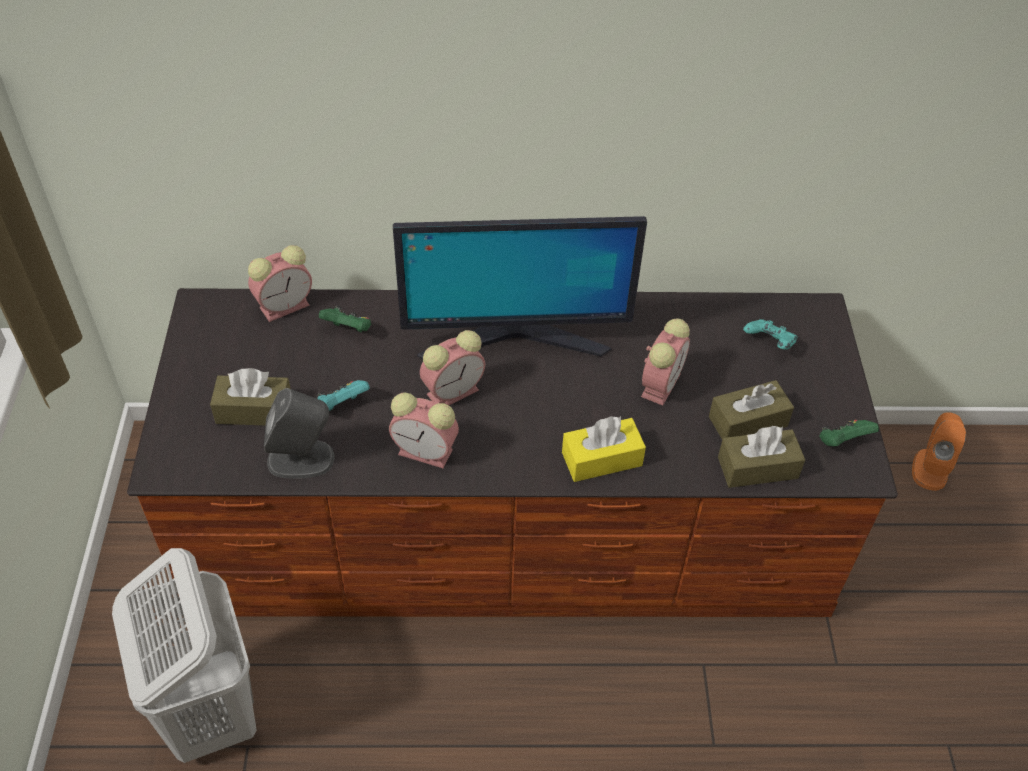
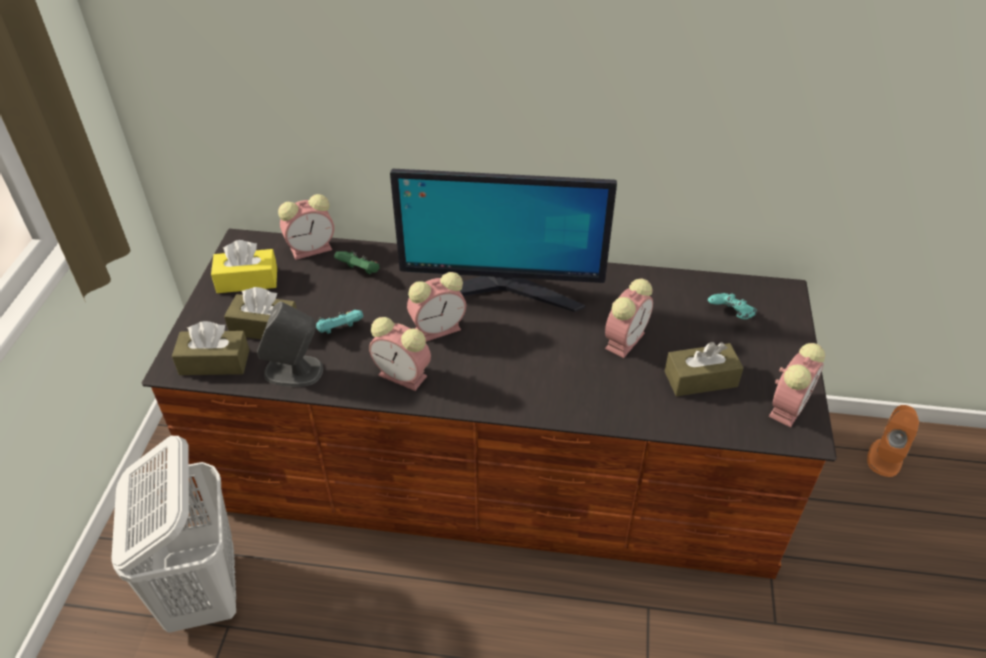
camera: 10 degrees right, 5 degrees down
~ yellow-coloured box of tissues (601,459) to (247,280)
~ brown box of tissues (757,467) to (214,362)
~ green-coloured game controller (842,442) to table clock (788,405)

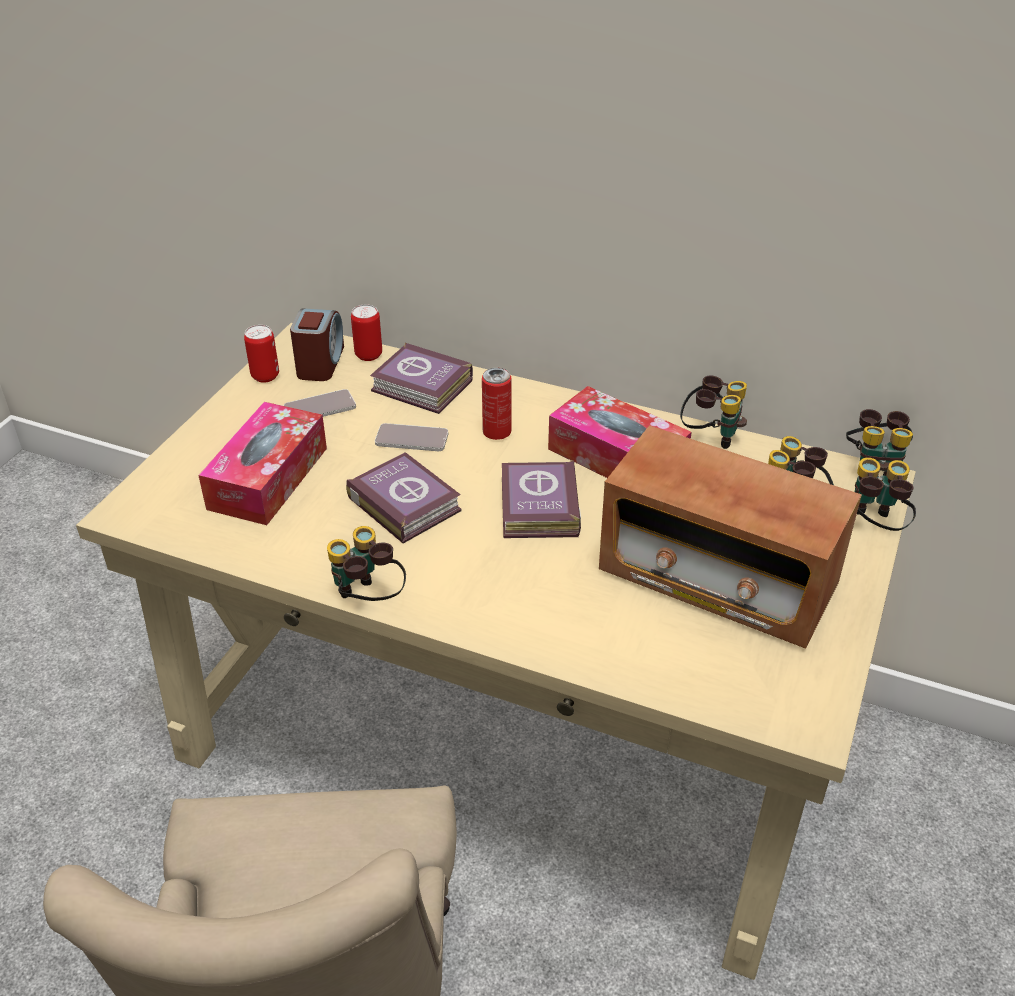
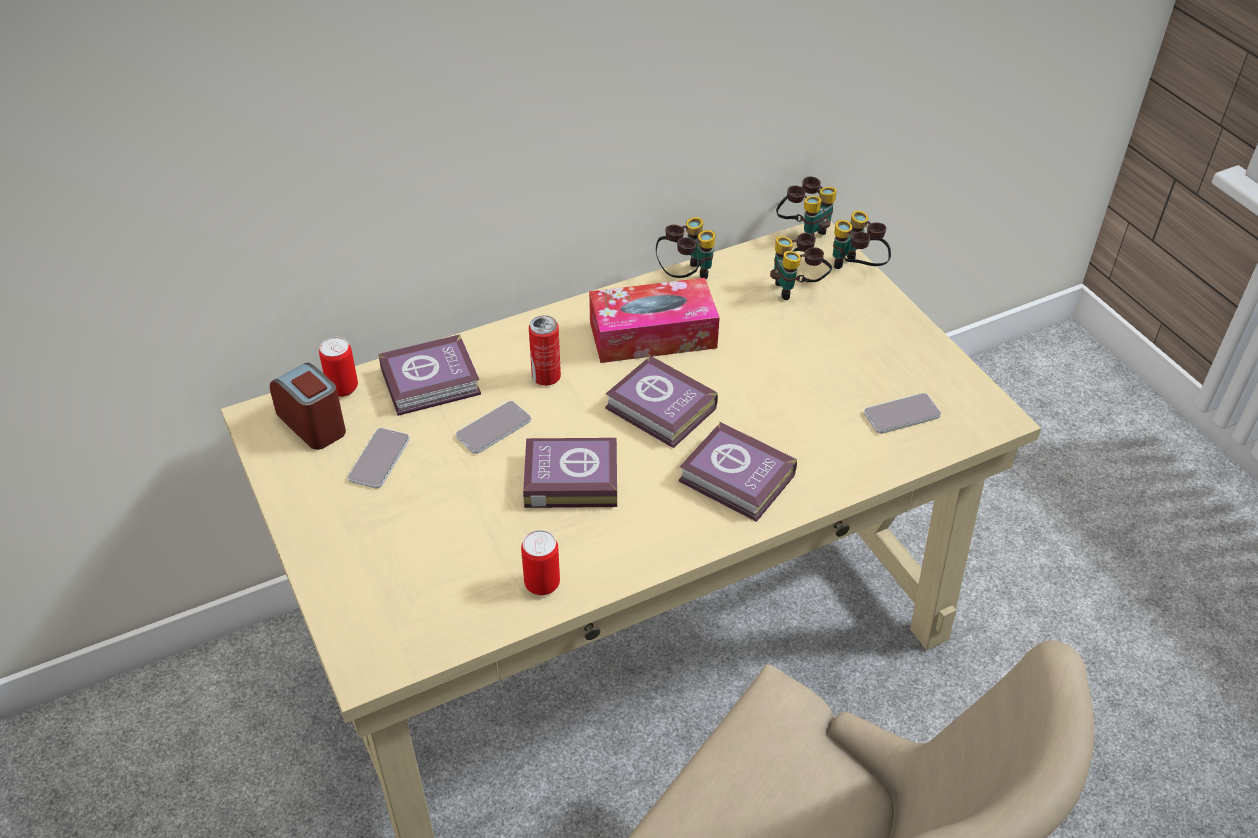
camera: 50 degrees left, 5 degrees up
- box of tissues (268,478)
~ sealed can (265,376) to (542,584)
- field glasses (367,600)
- radio set (716,580)
+ bound book (738,480)
+ telephone (901,414)

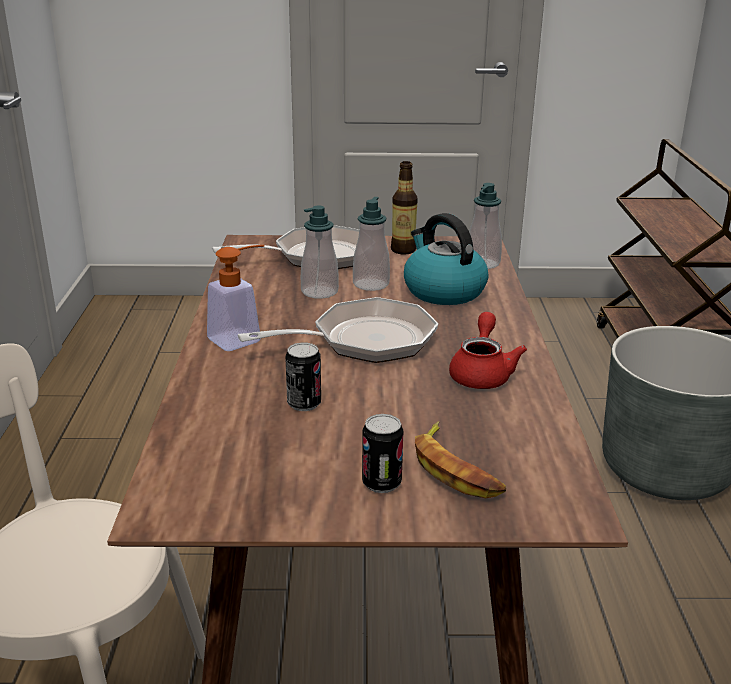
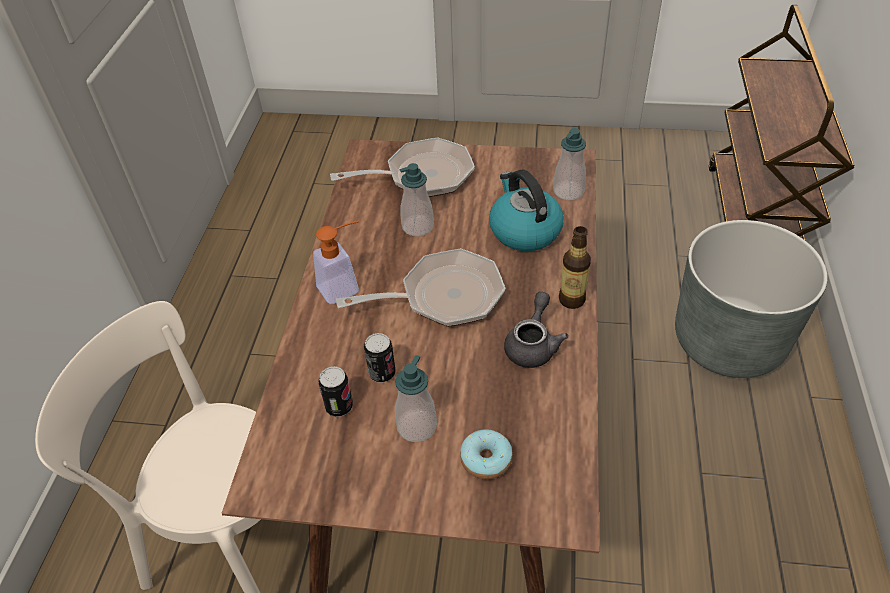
camera: 10 degrees right, 20 degrees up
~ soap dispenser (371,284) to (416,426)
~ sealed can (381,483) to (339,407)
~ beverage bottle (403,250) to (572,300)
~ banana (456,469) to donut (486,459)
~ reddish pot for tea (482,373) to gray pot for tea (533,344)

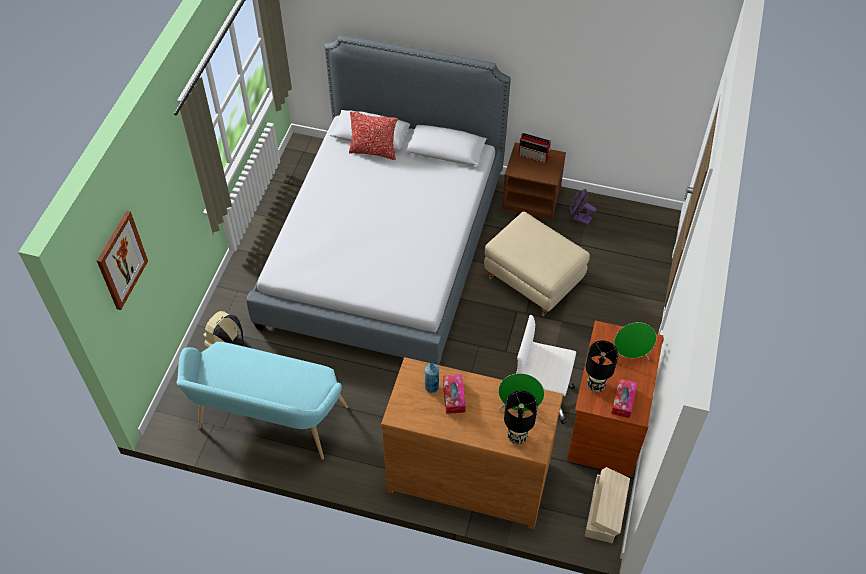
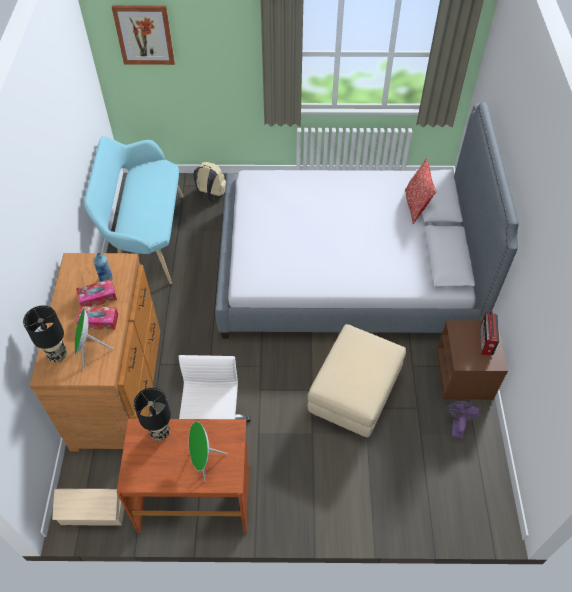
camera: 75 degrees right, 0 degrees up
~ box of tissues (623,401) to (99,321)

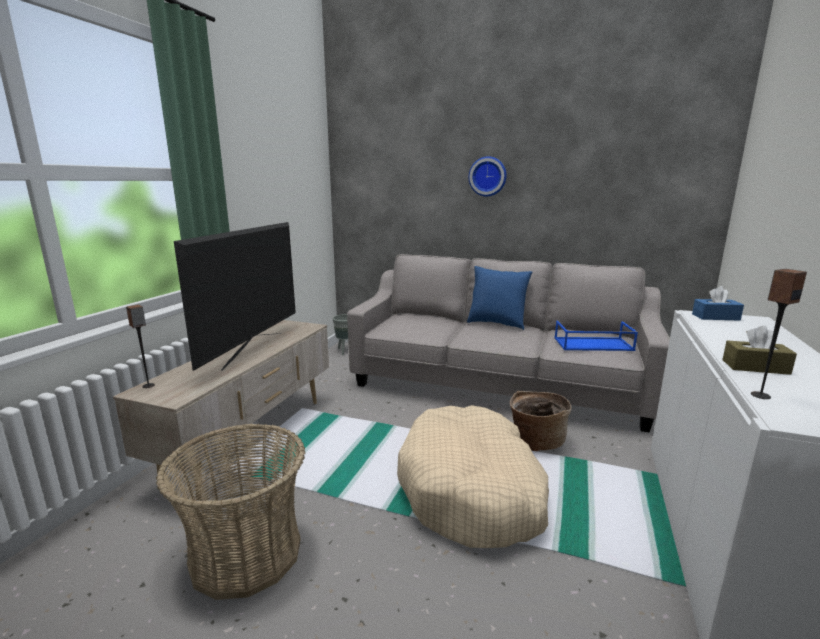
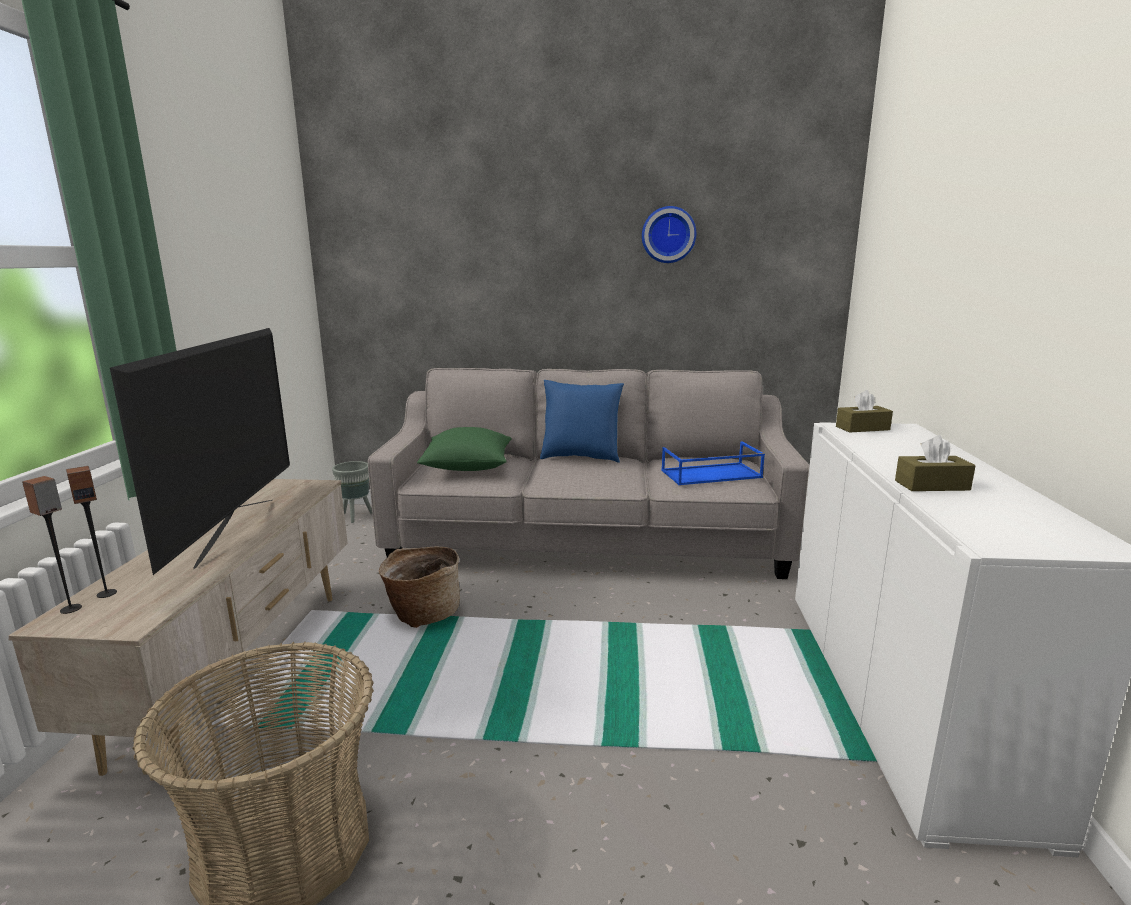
camera: 15 degrees left, 0 degrees up
- beige pet bed (472,490)
~ hanging clock (487,176) to (668,235)
~ storage basket (536,441) to (423,614)
~ blue box of tissues (715,317) to brown box of tissues (862,428)
~ loudspeaker (760,395) to (107,593)
+ green-coloured pillow (467,467)

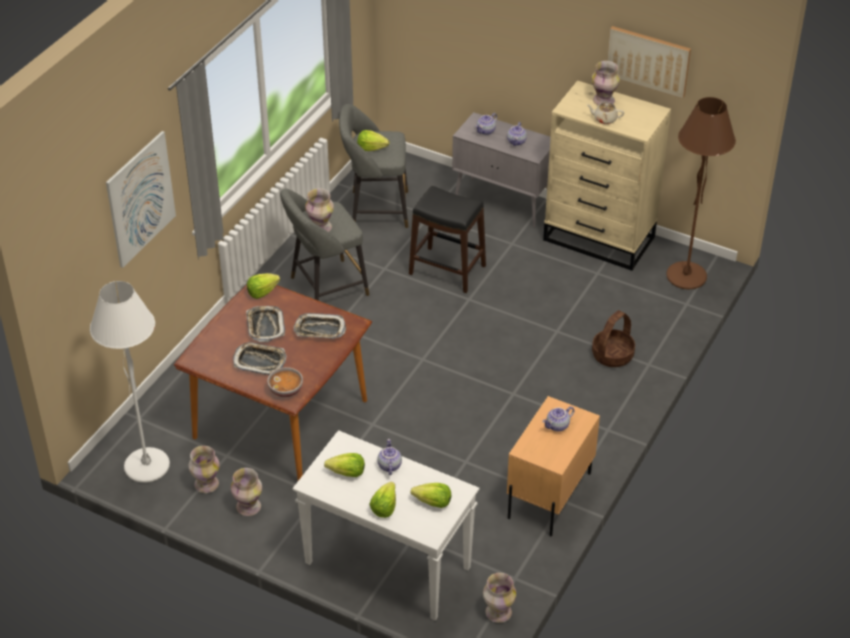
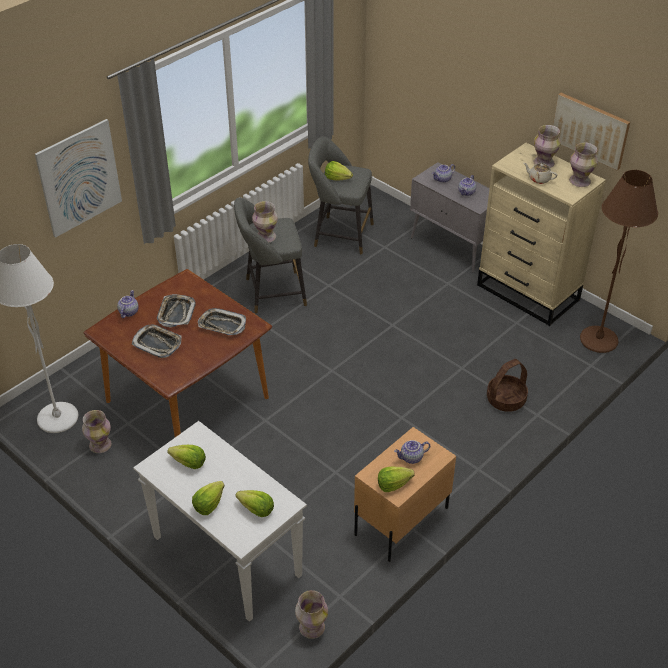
camera: 15 degrees right, 0 degrees up
~ flower vase (249,507) to (580,181)
~ lettuce head (262,292) to (393,484)
- bowl (286,390)
~ pot for tea (389,465) to (128,312)
- blackish stool (447,269)

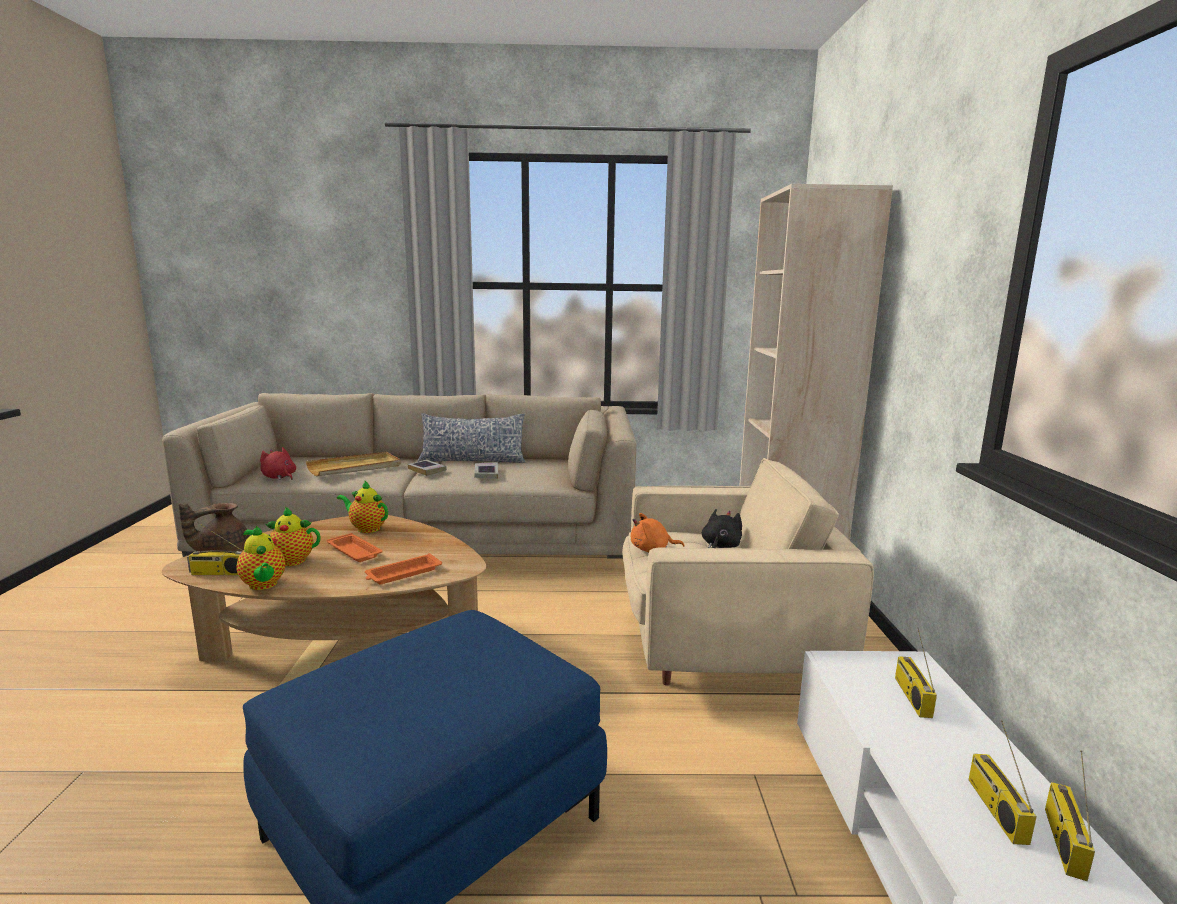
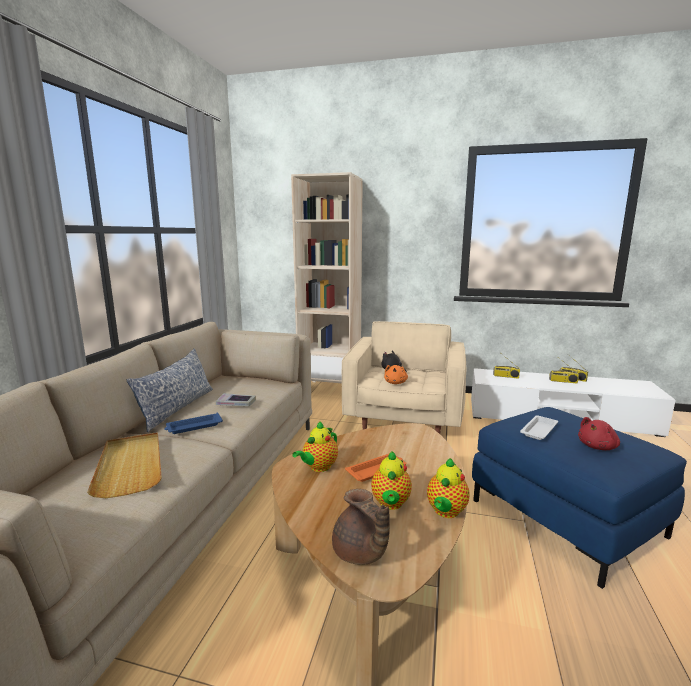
camera: 75 degrees left, 0 degrees up
- radio set (218,573)
~ pot for tea (264,585) = (445,512) 135 degrees clockwise
~ reddish soft toy (279,477) to (598,447)
- orange carrying tray (402,574)
~ bound book (427,470) to blue carrying tray (193,427)
+ white carrying tray (539,430)

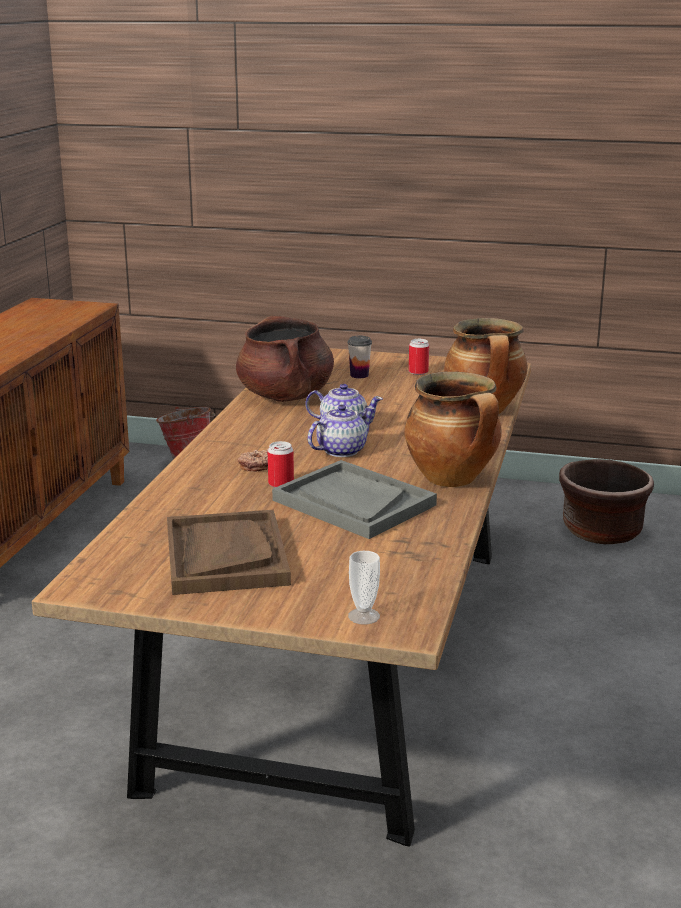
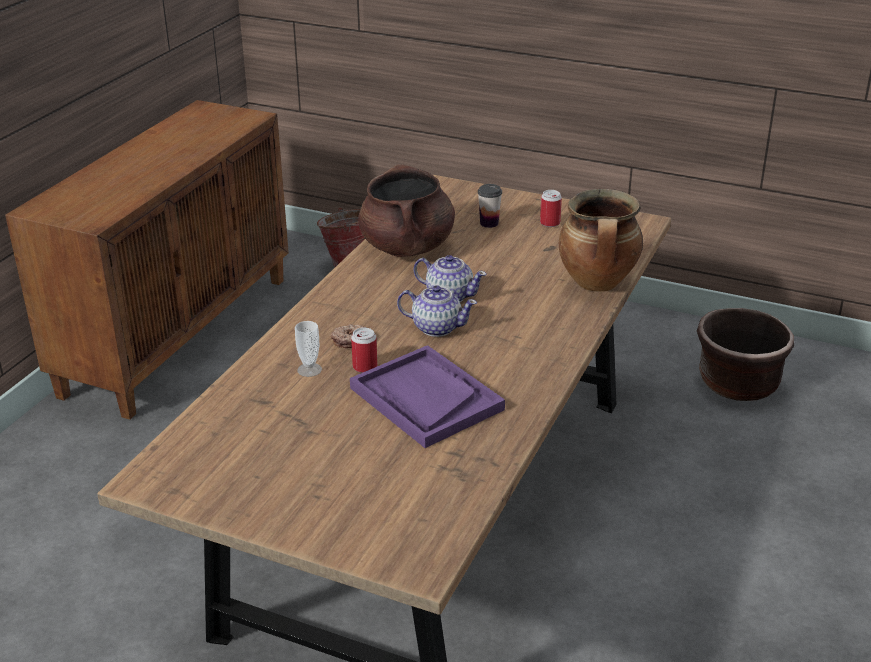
camera: 10 degrees right, 10 degrees up
- brown carrying tray (225,555)
~ gray carrying tray (353,503) to purple carrying tray (425,399)
~ pot for tea (340,451) = (436,327) 45 degrees clockwise
~ small cup (364,616) to (309,370)
- saucepot (453,479)

